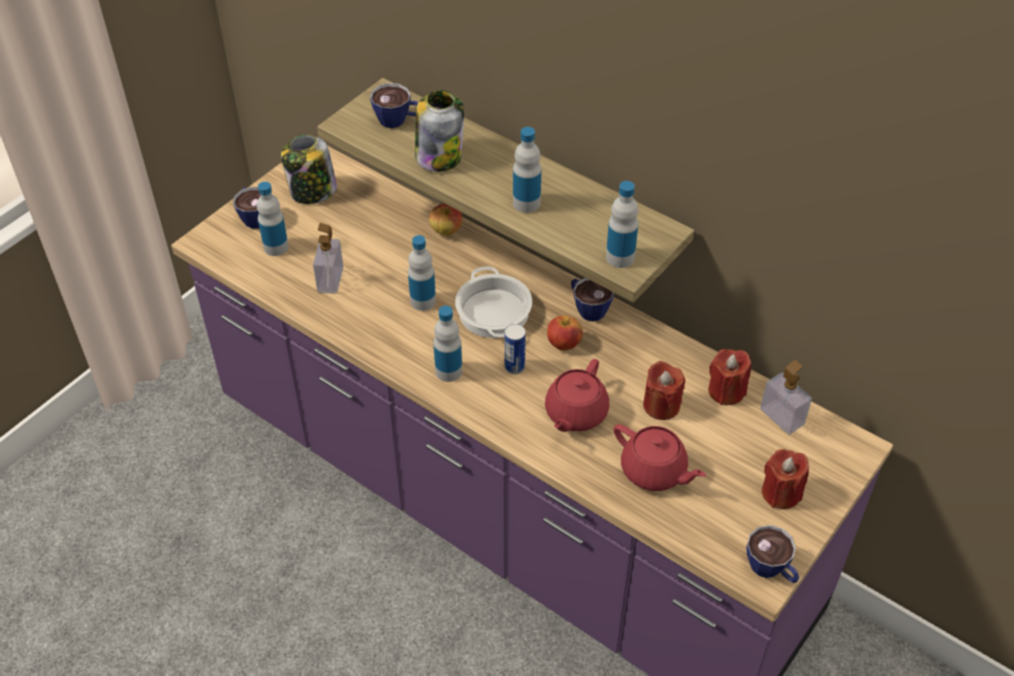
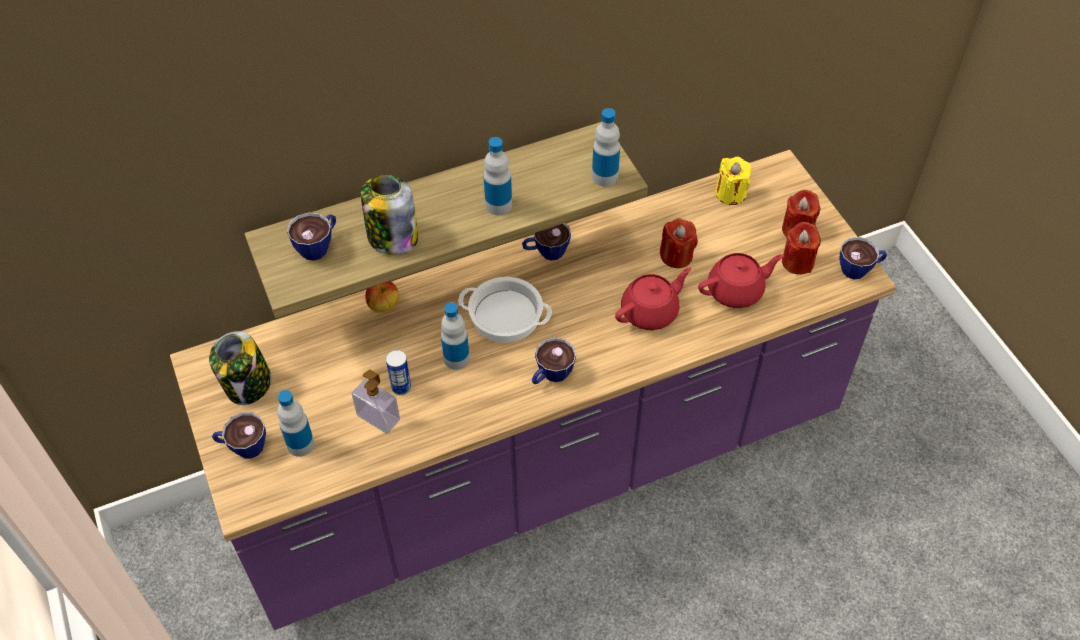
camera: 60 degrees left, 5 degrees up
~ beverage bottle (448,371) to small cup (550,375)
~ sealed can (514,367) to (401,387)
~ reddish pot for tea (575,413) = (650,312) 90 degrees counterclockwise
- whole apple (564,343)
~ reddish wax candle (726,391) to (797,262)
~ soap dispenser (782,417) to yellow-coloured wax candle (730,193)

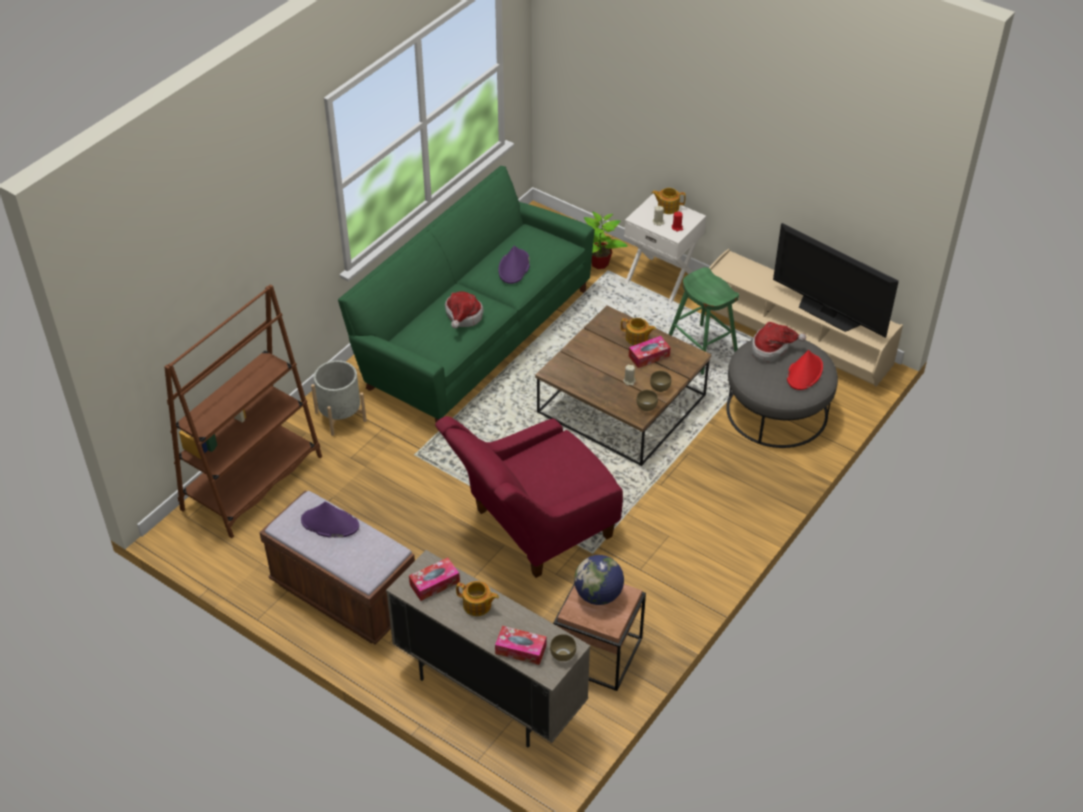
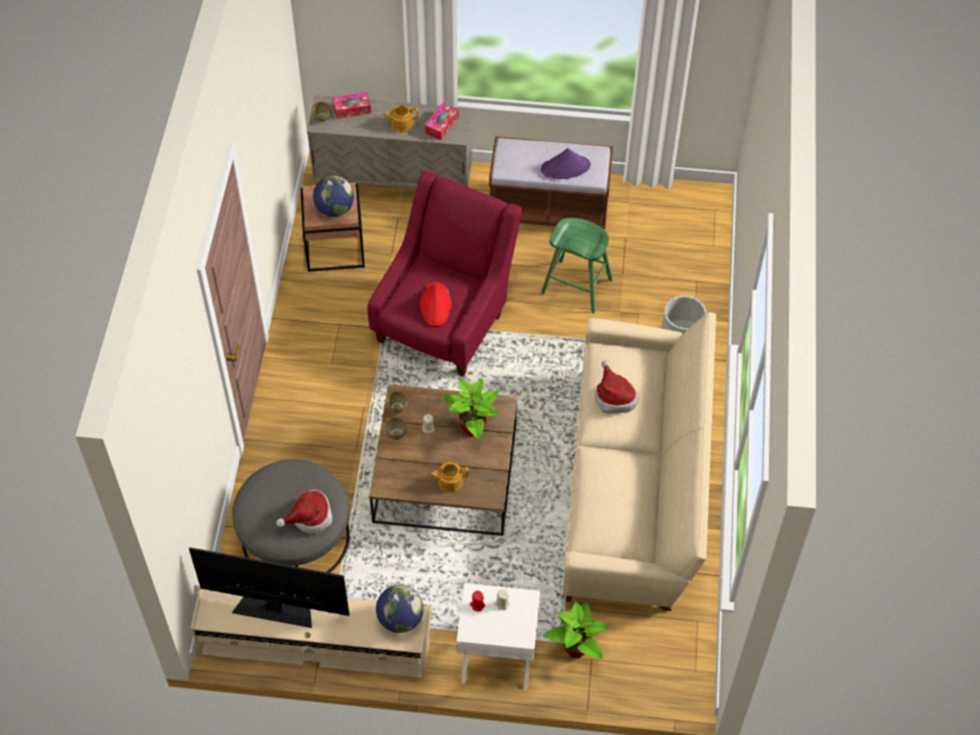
camera: 150 degrees right, 10 degrees up
- brown bookcase (252,483)
~ green-coloured couch (473,335) to beige couch (634,488)
- purple clothing hat (514,267)
- box of tissues (649,356)
- pot for tea (667,207)
~ green-coloured stool (702,349) to (576,286)
~ reddish clothing hat (804,372) to (436,305)
+ globe (400,619)
+ houseplant (473,428)

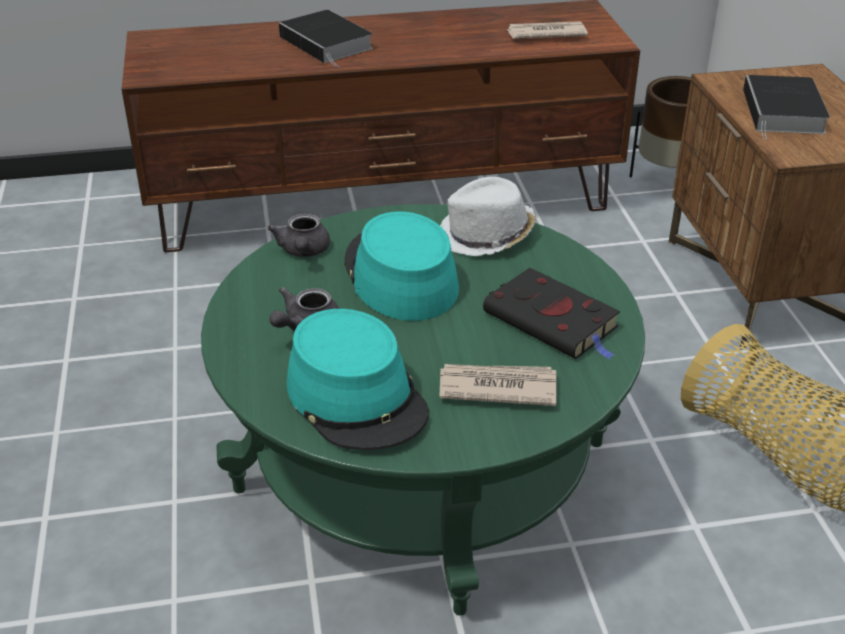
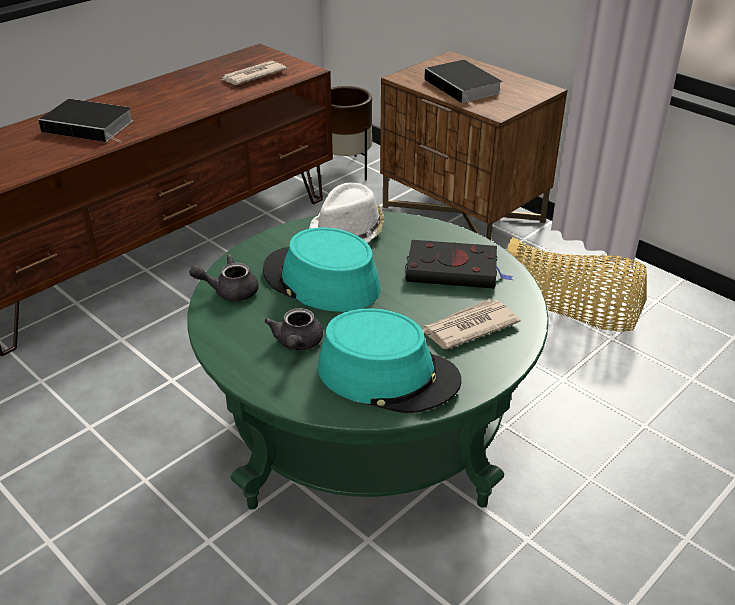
camera: 35 degrees left, 0 degrees up
~ gray pot for tea (303,252) = (229,291) 120 degrees clockwise

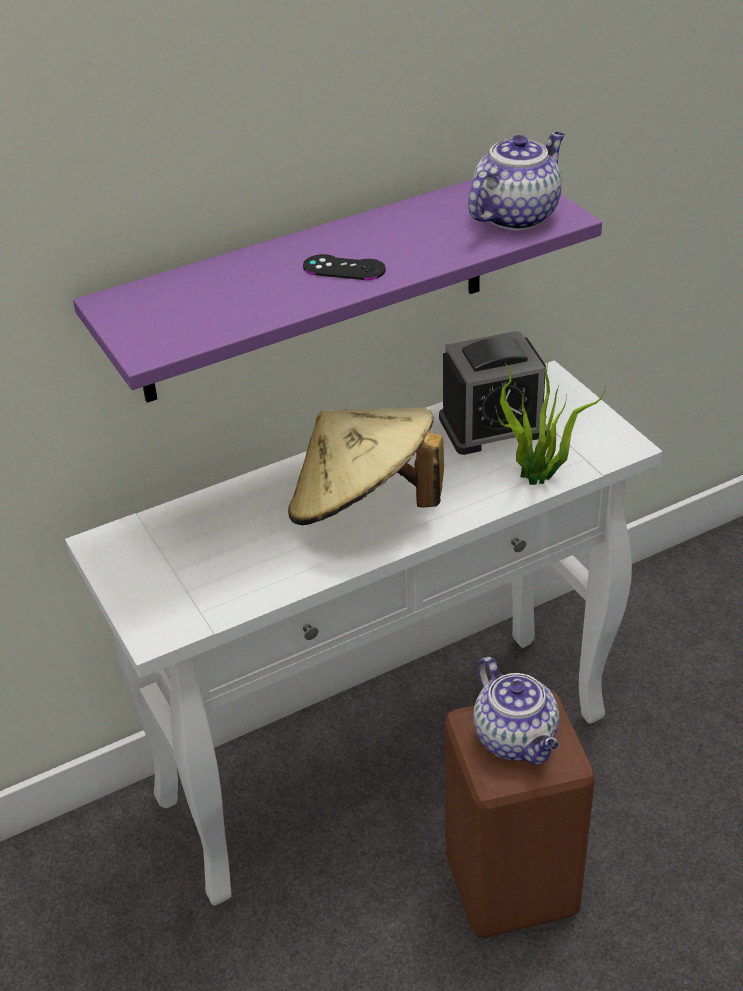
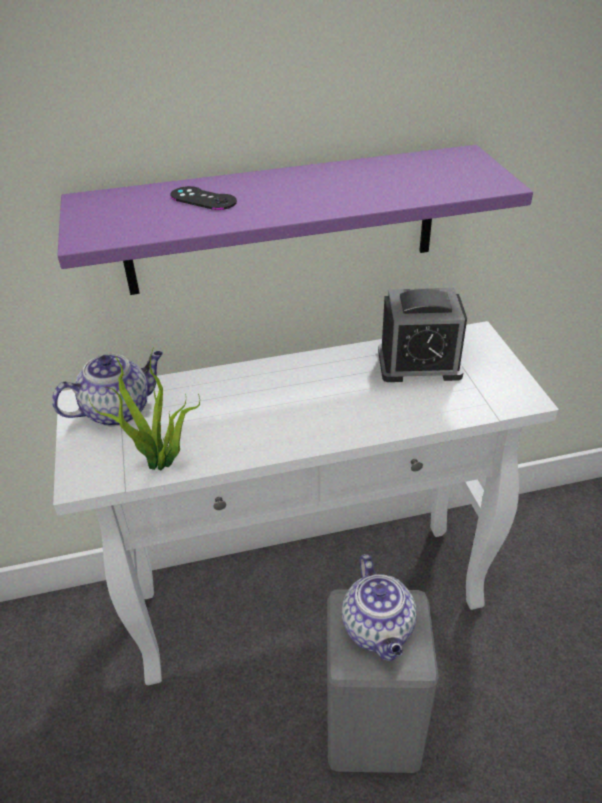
camera: 15 degrees right, 0 degrees up
- beige clothing hat (363,508)
~ blackish game controller (344,268) to (203,199)
~ brown stool (515,885) to gray stool (375,731)
~ pot for tea (516,215) to (118,410)
~ houseplant (538,478) to (161,464)

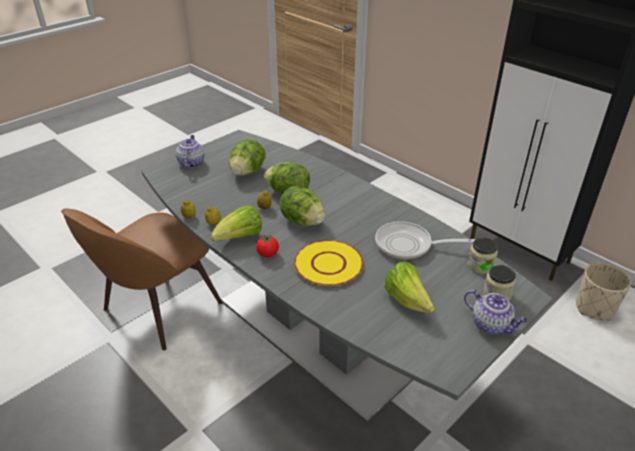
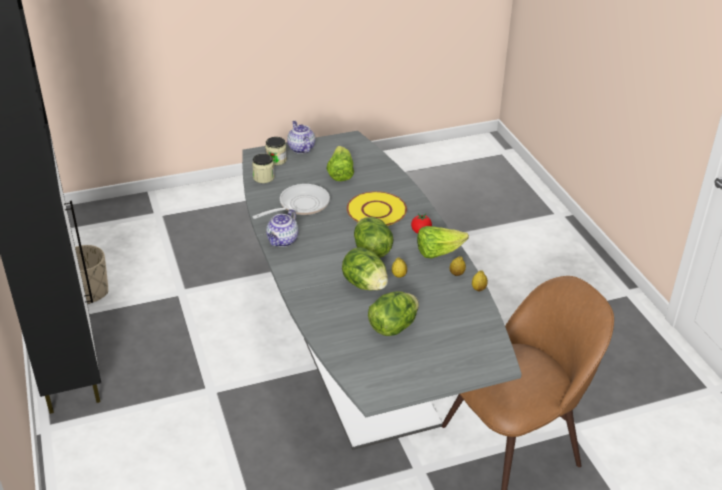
camera: 155 degrees left, 0 degrees up
~ pot for tea (191,163) to (282,241)
~ pan (408,245) = (300,205) 75 degrees counterclockwise

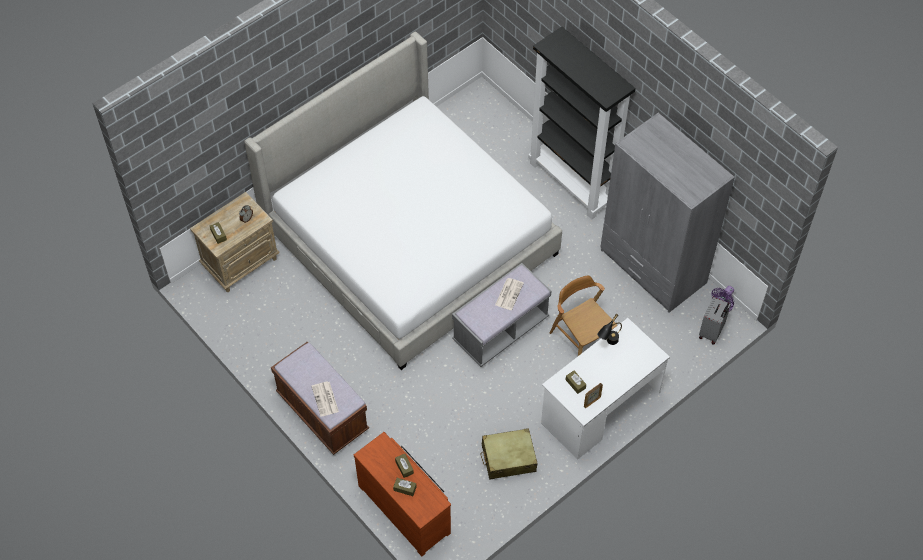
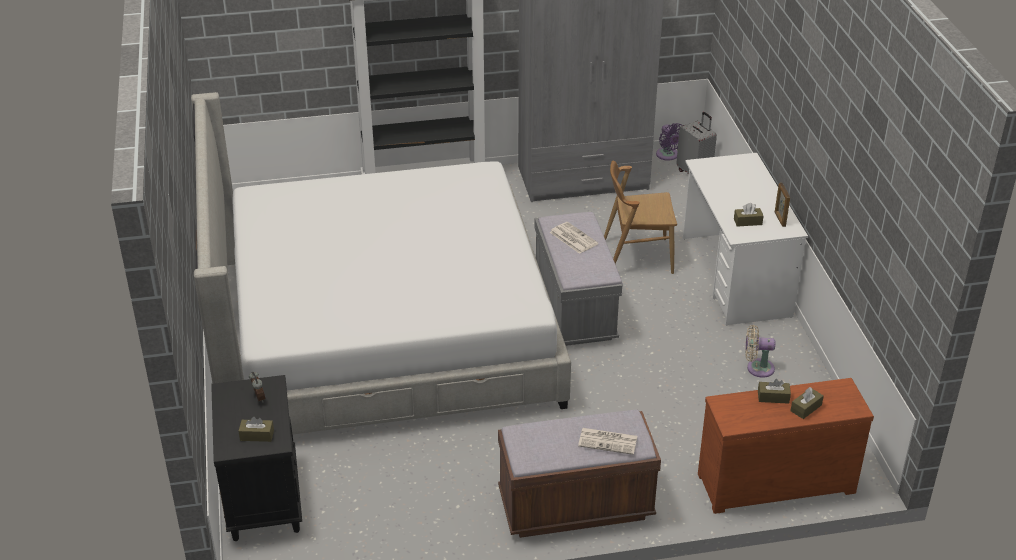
camera: 60 degrees left, 20 degrees down
~ beige night table (241,262) to blackish night table (263,498)
~ beige piece of luggage (508,458) to beige electric fan (757,368)
- blackish tabletop lamp (608,343)

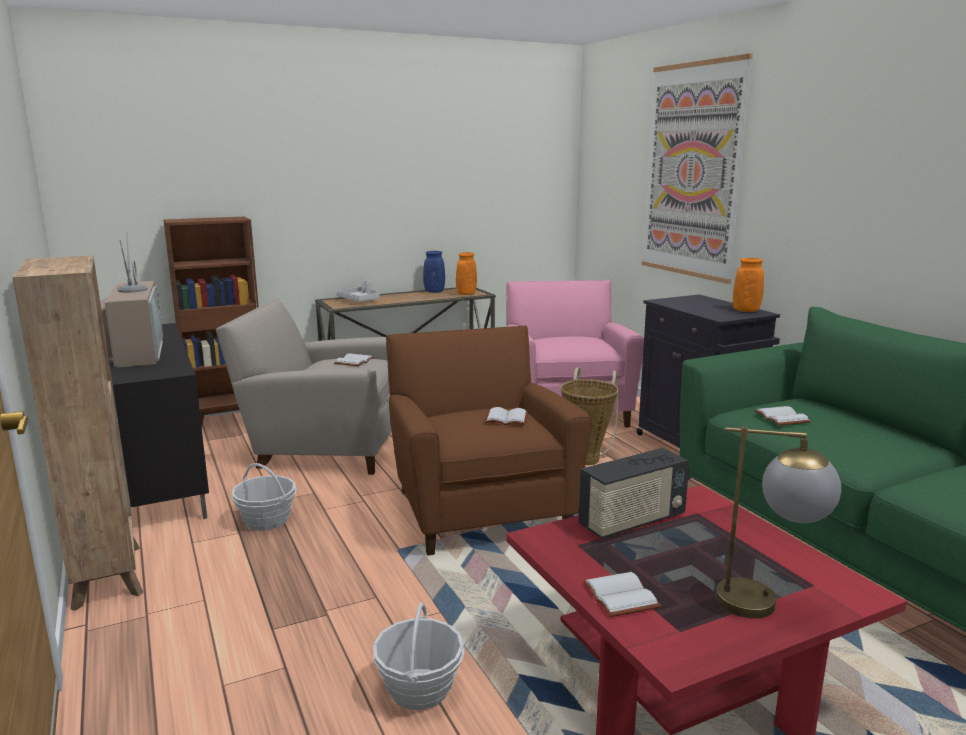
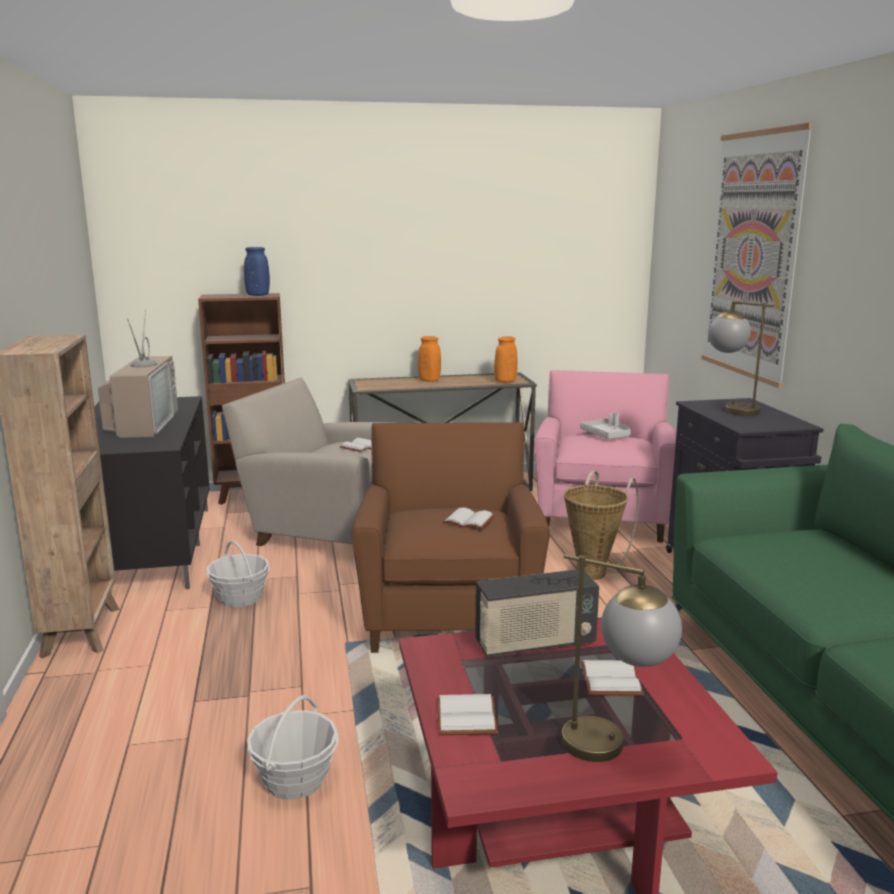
camera: 15 degrees right, 0 degrees up
~ gray carrying tray (360,300) to (606,435)
~ blue flower vase (434,291) to (258,295)
~ orange flower vase (746,310) to (429,380)
~ white bound book (780,417) to (608,679)
+ tabletop lamp (730,409)

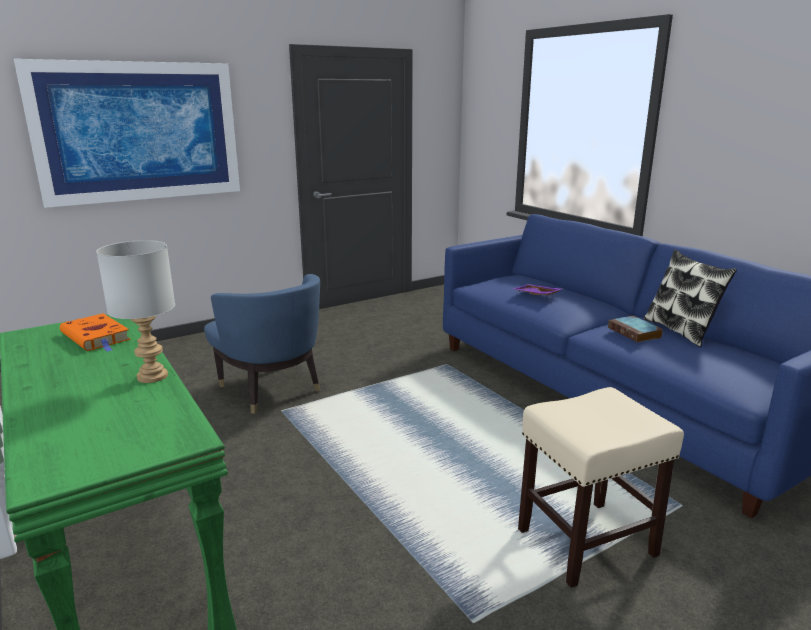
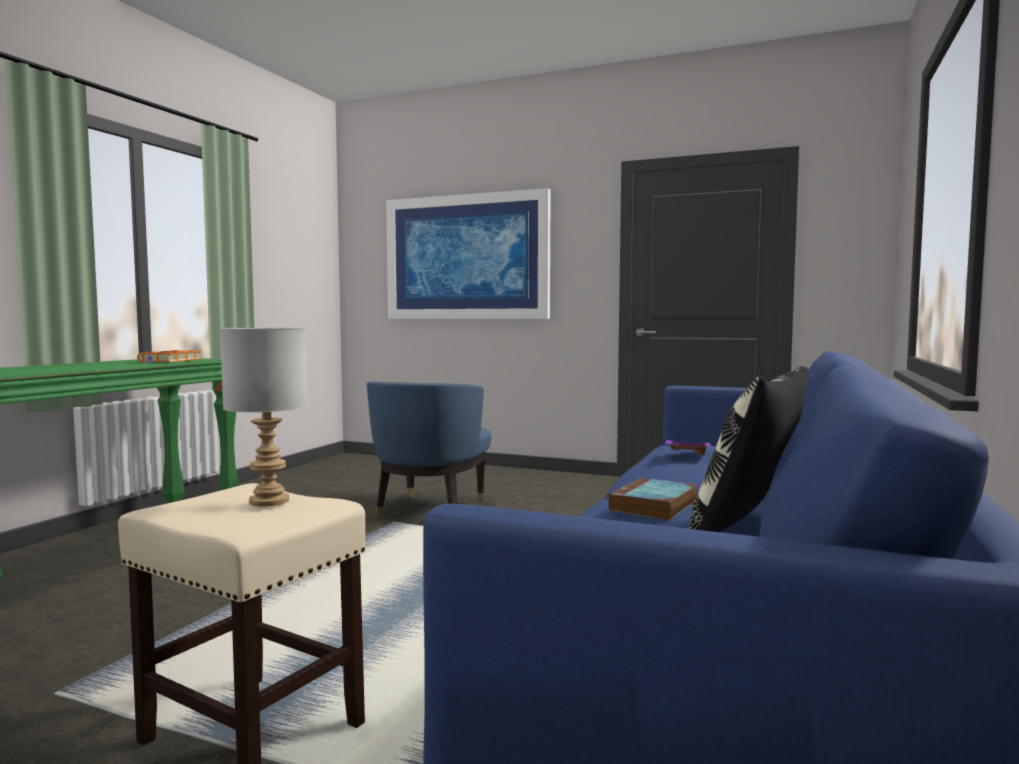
camera: 55 degrees right, 15 degrees down
~ gray tabletop lamp (153,376) to (270,501)

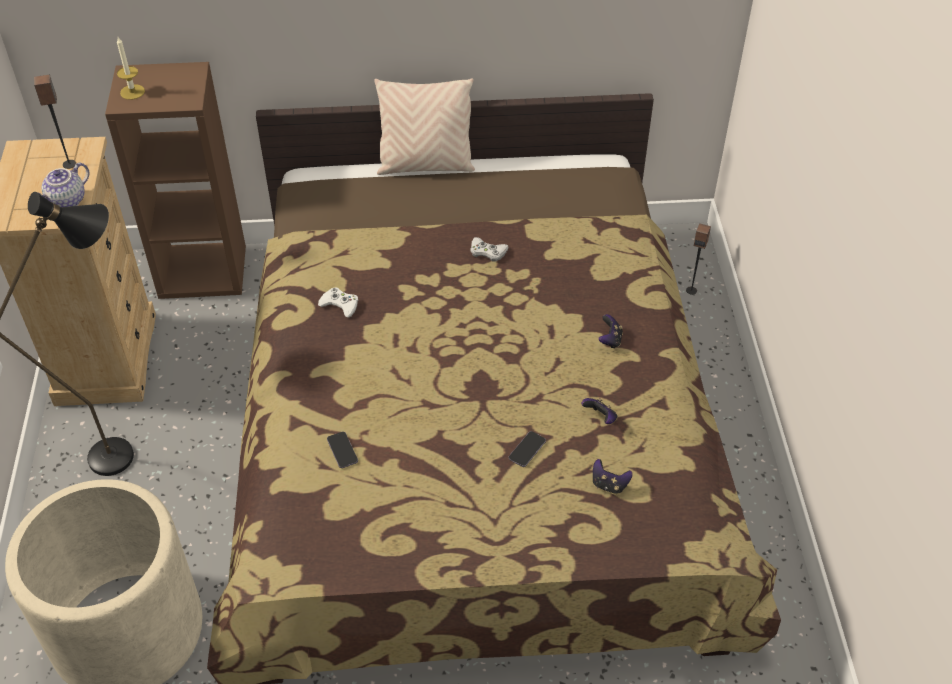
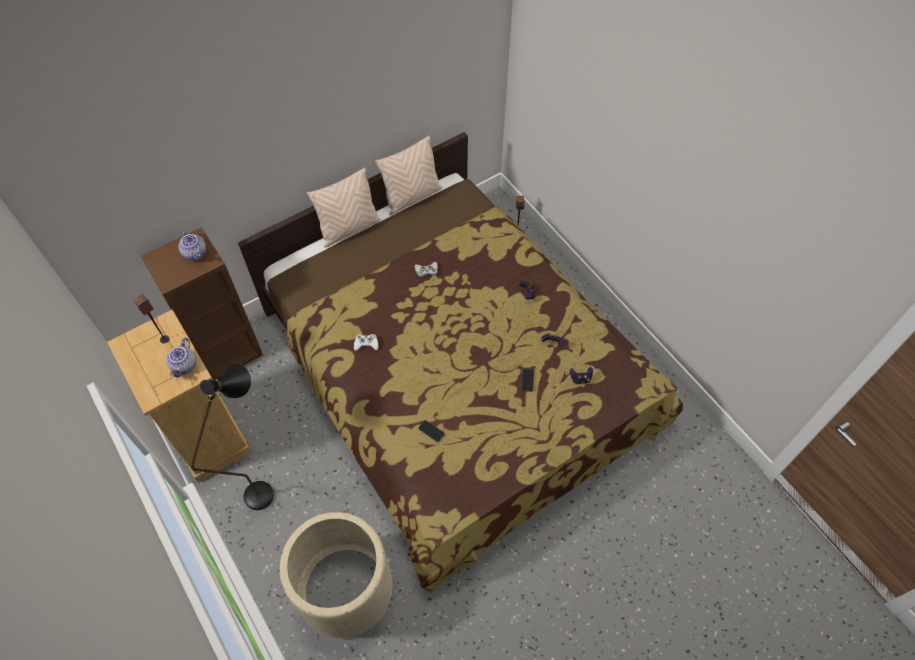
camera: 30 degrees left, 10 degrees up
- wax candle (132,92)
+ pot for tea (196,253)
+ beige pillow (412,197)

